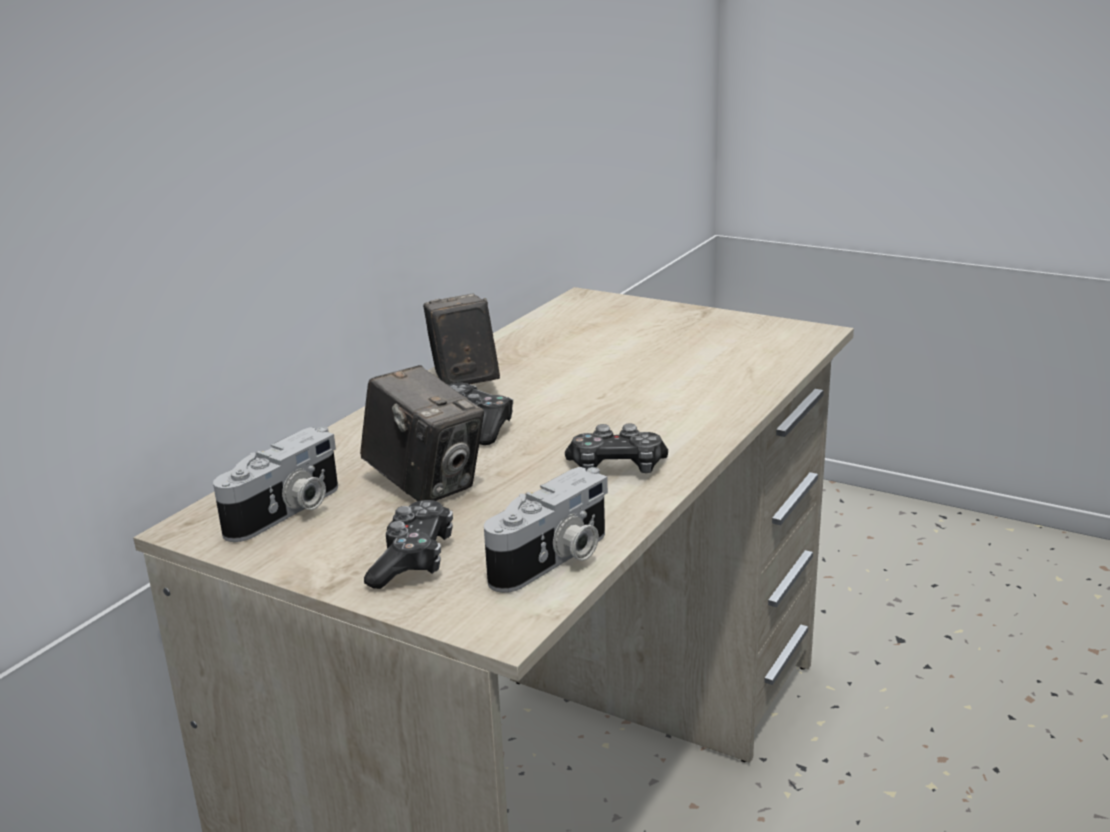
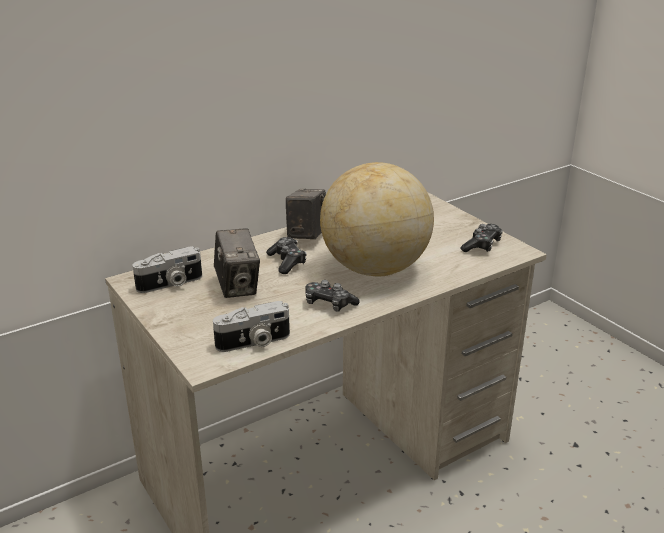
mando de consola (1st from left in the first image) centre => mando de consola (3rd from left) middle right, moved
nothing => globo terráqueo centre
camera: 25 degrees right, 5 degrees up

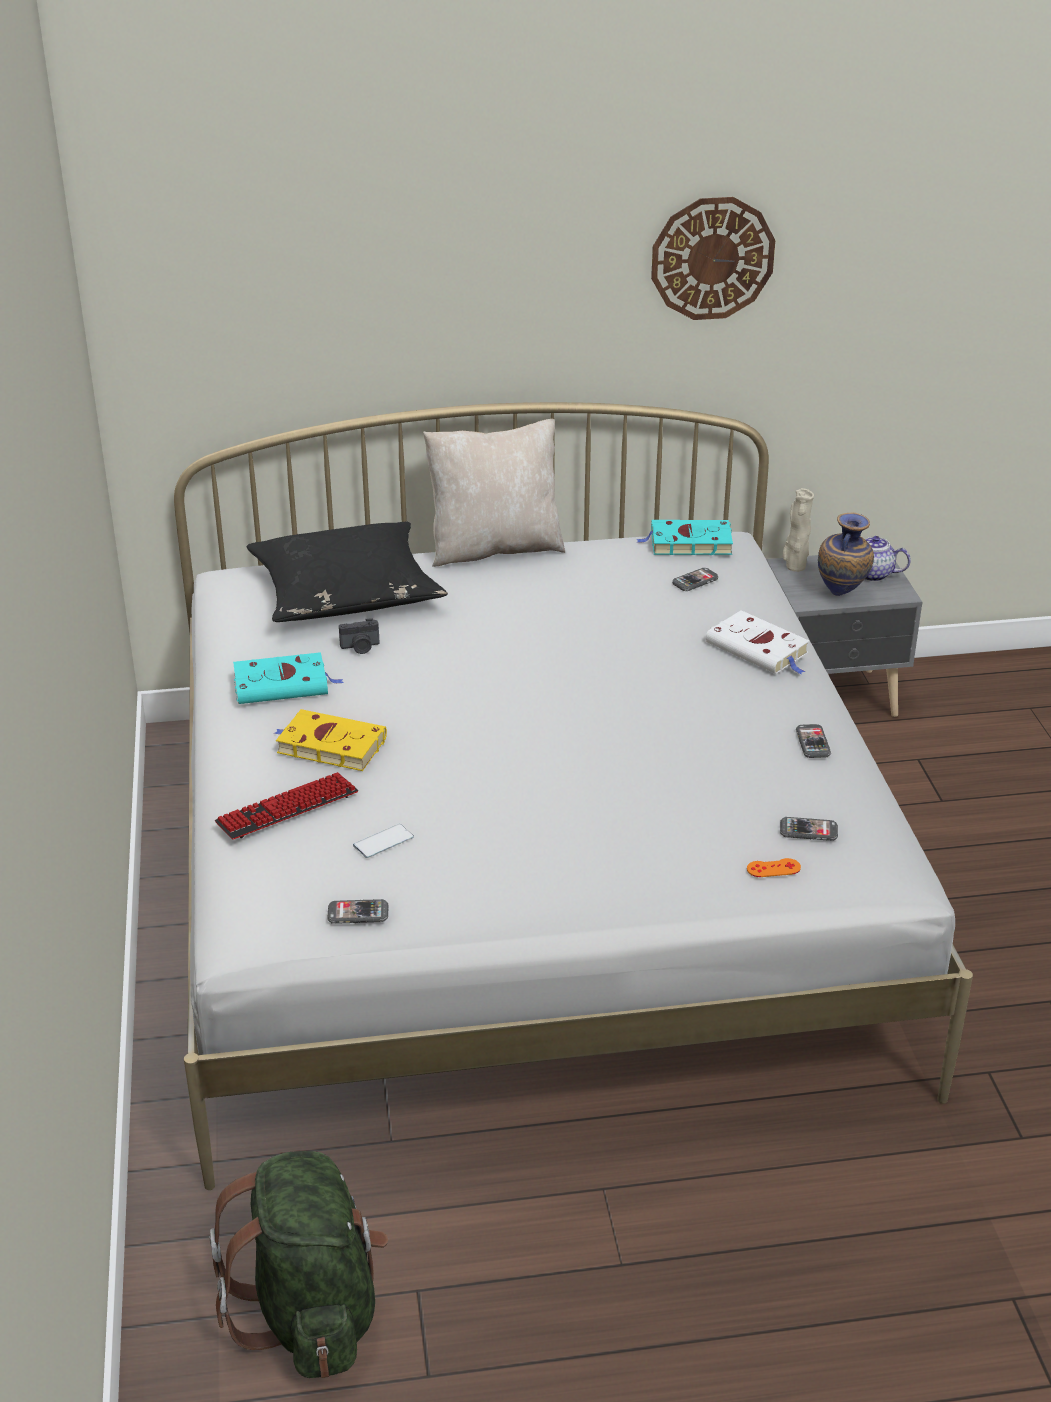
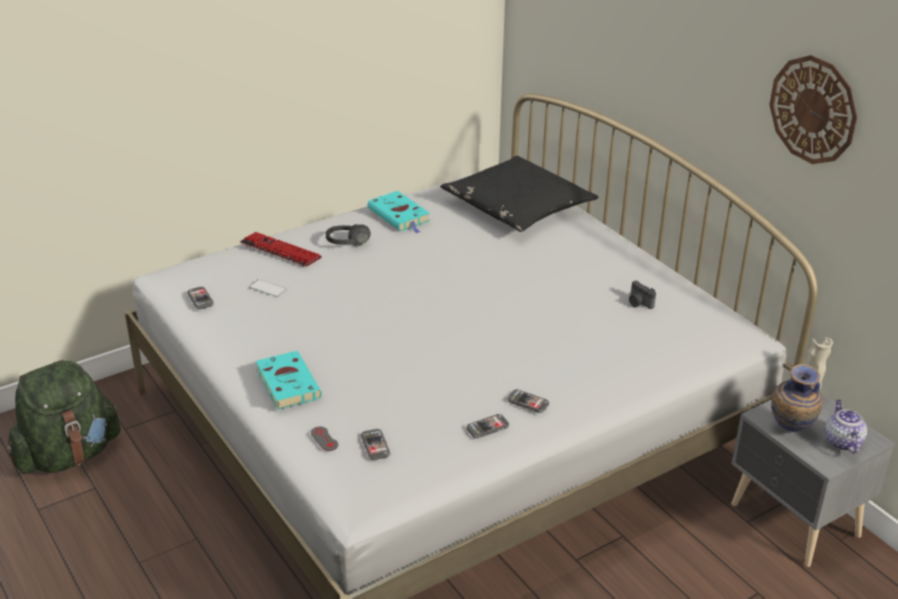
cojín (beis) centre => nothing
libro (turquesa) (2nd from left in the first image) centre => libro (turquesa) (1st from left) middle left, moved
móvil (3rd from left in the first image) centre => móvil (5th from left) bottom centre, moved
libro (blanco) middle right => nothing
cámara centre => cámara middle right, moved
libro (amarillo) middle left => auriculares (negro) centre
mando de consola (naranja) middle right => mando de consola (gris) bottom centre
camera: 65 degrees right, 0 degrees up

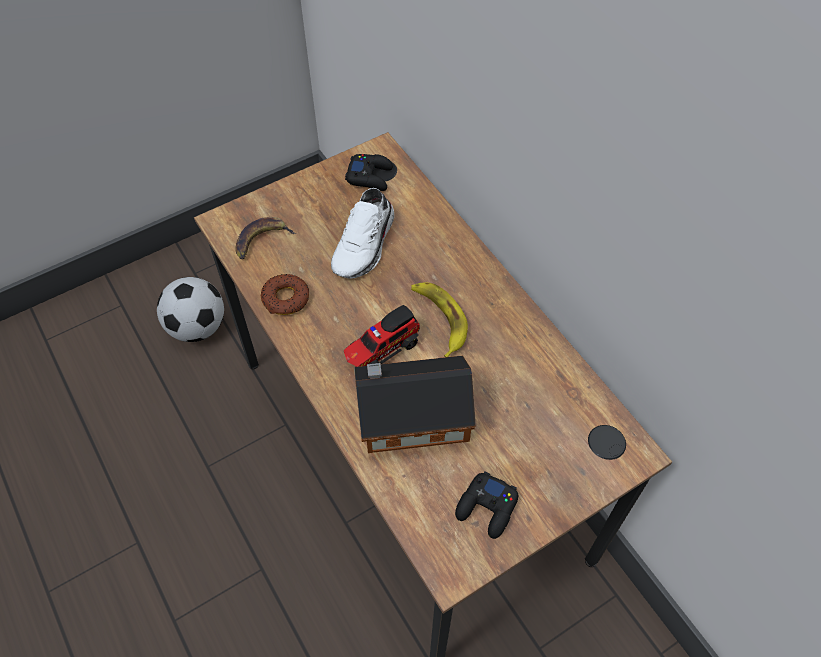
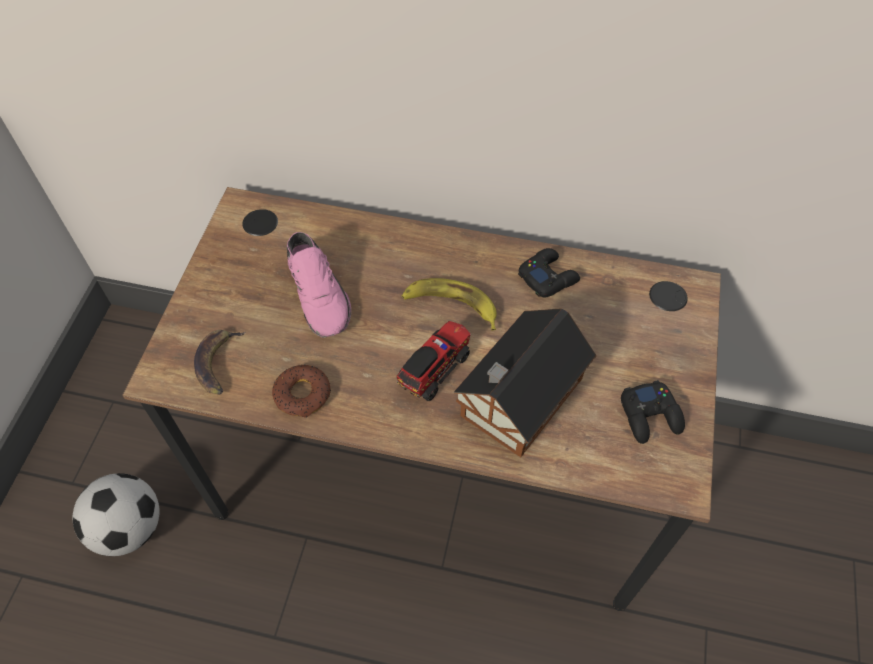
mando de consola (negro) (1st from left) top centre => mando de consola (negro) (1st from left) centre, moved
zapato (blanco) centre => zapato (rosa) centre
camión de juguete centre, 150 degrees counterclockwise
camera: 45 degrees left, 0 degrees up

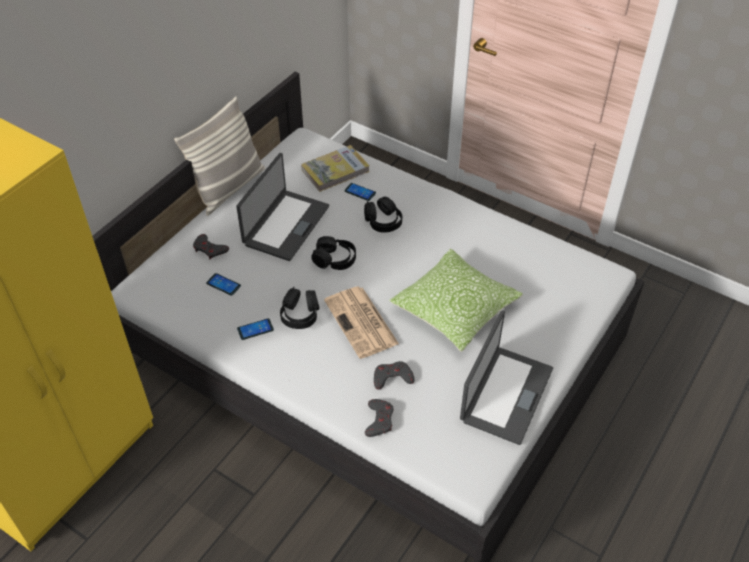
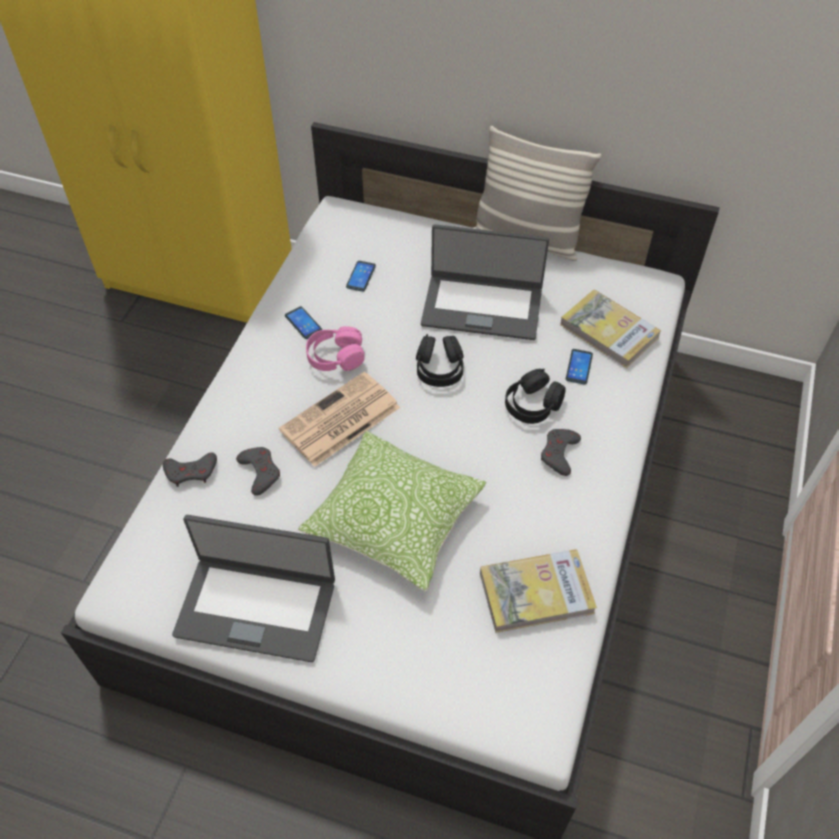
mando de consola (gris) (1st from left in the first image) middle left => mando de consola (gris) (3rd from left) middle right, moved
auriculares (negro) (1st from left) centre => auriculares (rosa) centre
nothing => libro (1st from left) bottom centre
camera: 75 degrees right, 5 degrees up

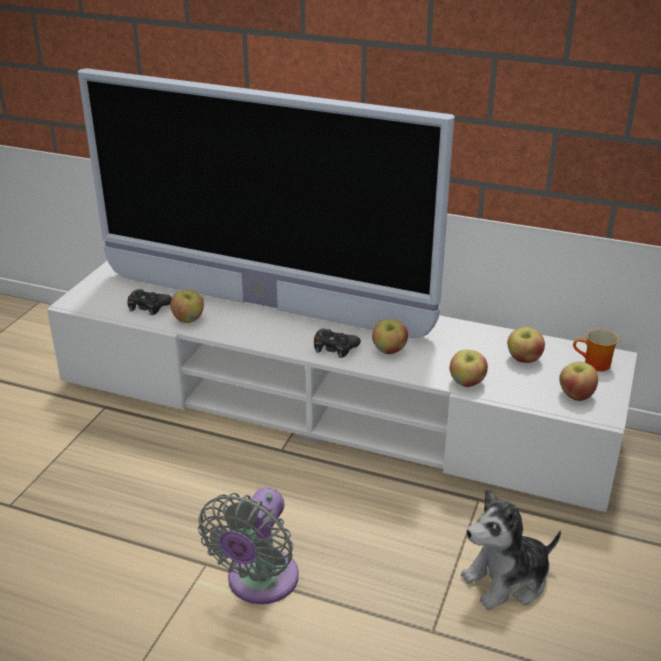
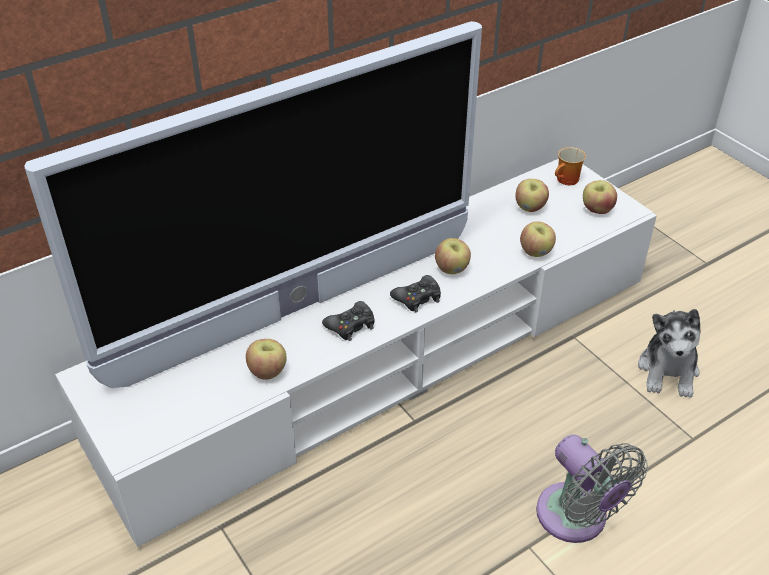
mando de consola (negro) (1st from left) middle left => mando de consola (negro) (1st from left) centre, moved
camera: 55 degrees left, 10 degrees up

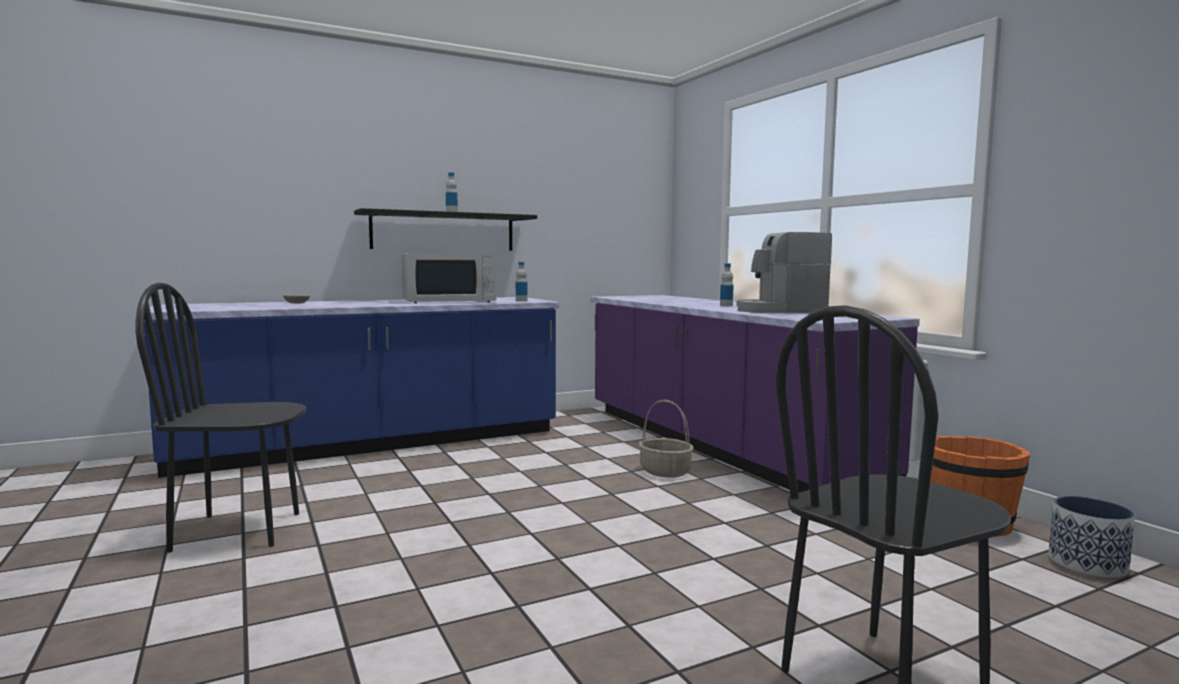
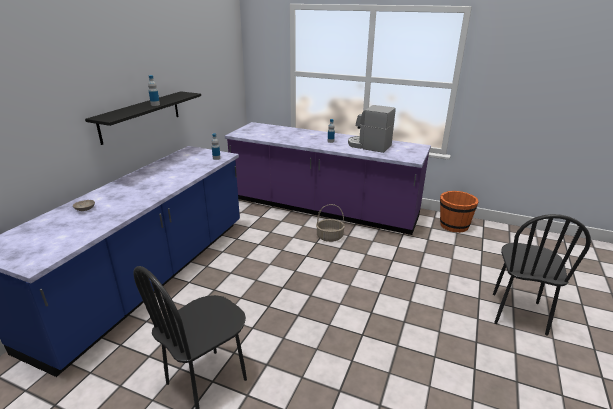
cafetera centre => cafetera top centre, 75 degrees clockwise
microondas (blanco) centre => nothing
maceta bottom right => nothing
camera: 40 degrees left, 20 degrees up

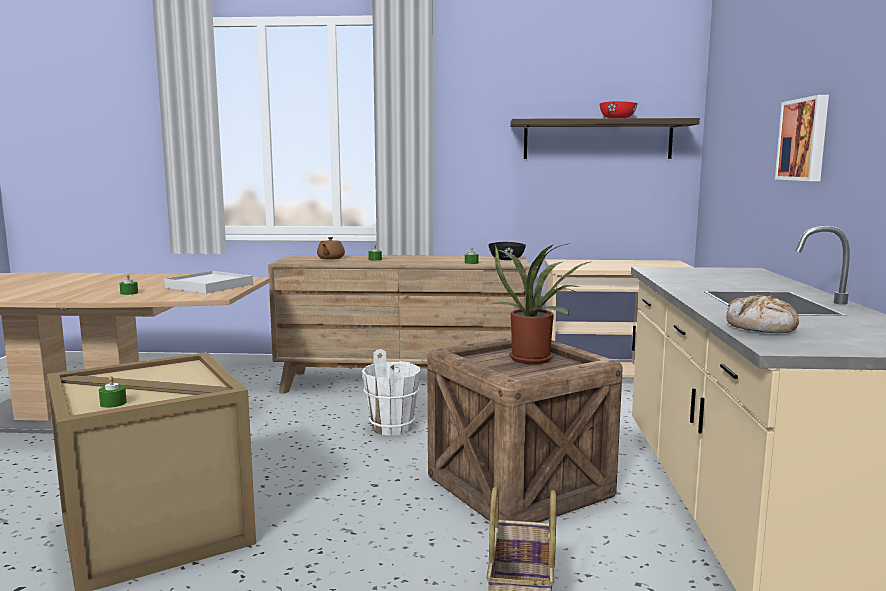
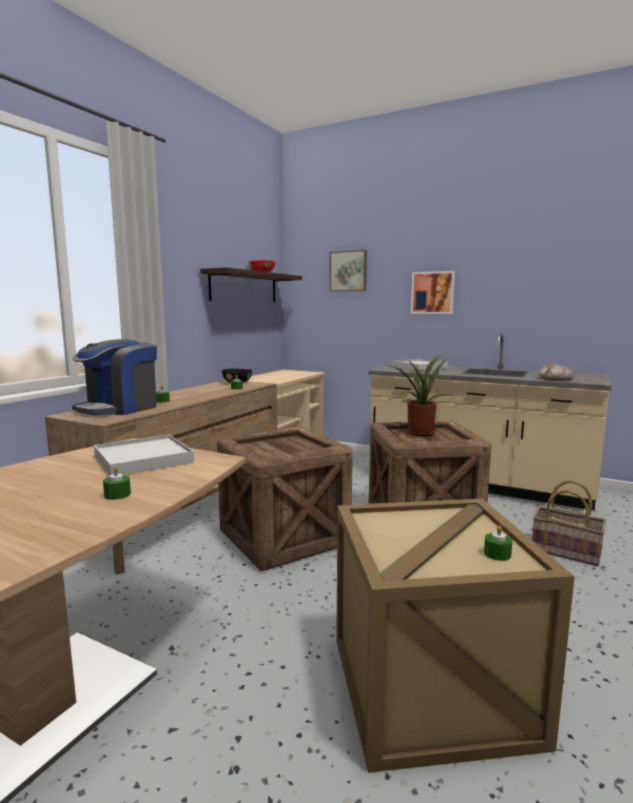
tetera (marrón) centre => cafetera middle left
cubo (blanco) centre => caja de embalaje (1st from left) centre
nothing => cuadro (1st from left) centre
nothing => bandeja (blanco) (2nd from left) centre
camera: 65 degrees left, 0 degrees up

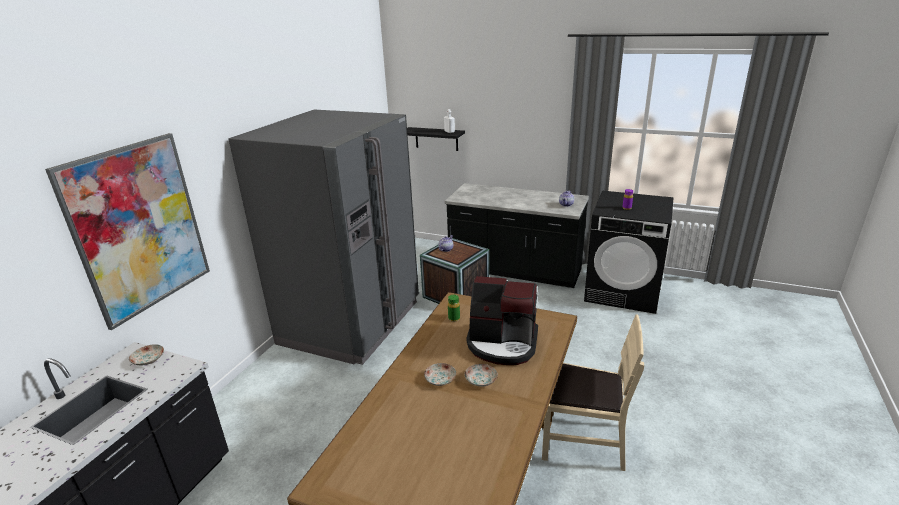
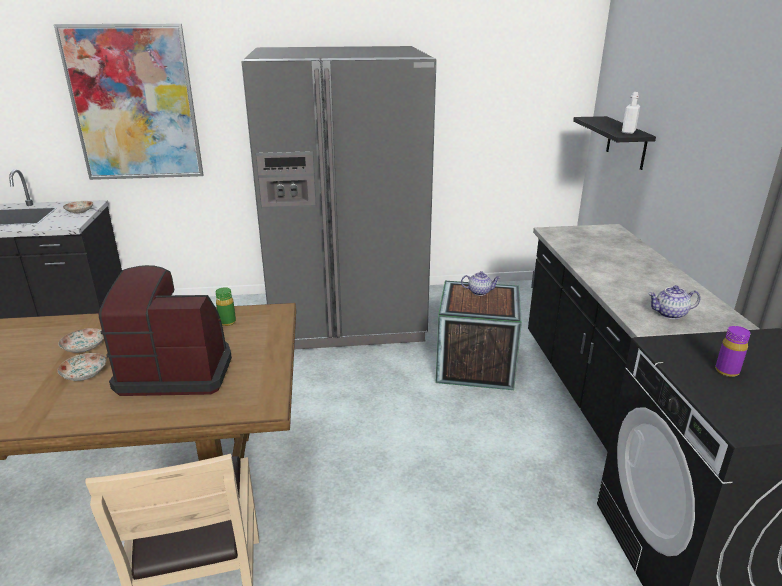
cafetera centre => cafetera middle left, 105 degrees clockwise
camera: 60 degrees right, 0 degrees up

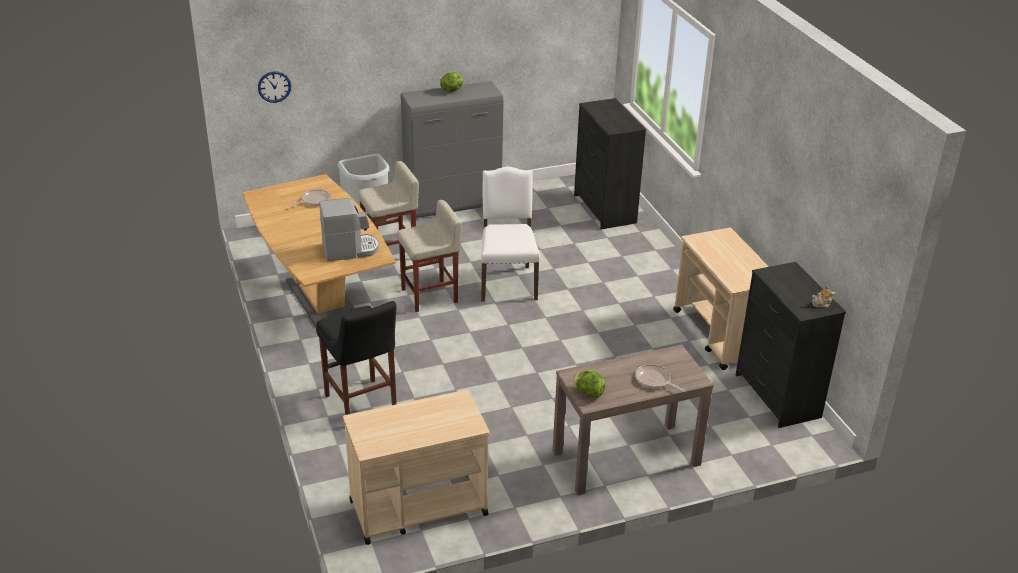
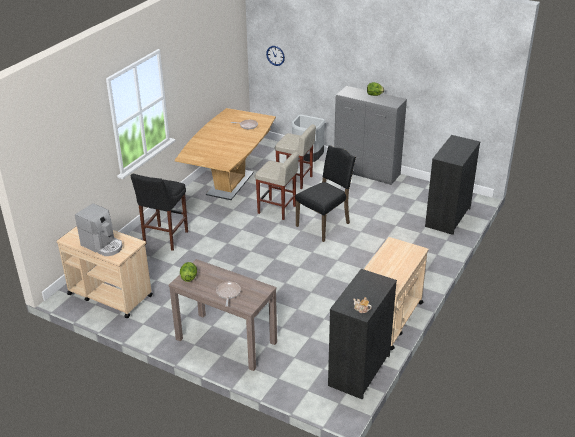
silla (blanco) centre => silla (negro) centre
cafetera centre => cafetera middle left, moved
camera: 50 degrees right, 0 degrees up

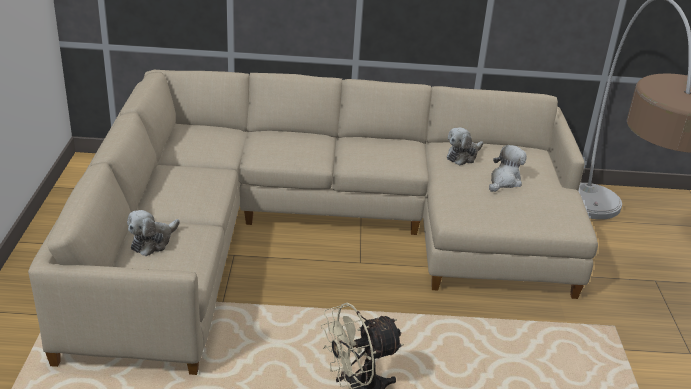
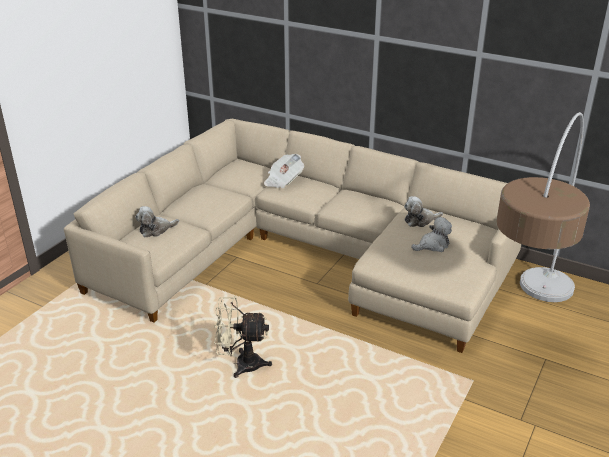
nothing => periódico centre
camera: 30 degrees right, 0 degrees up

